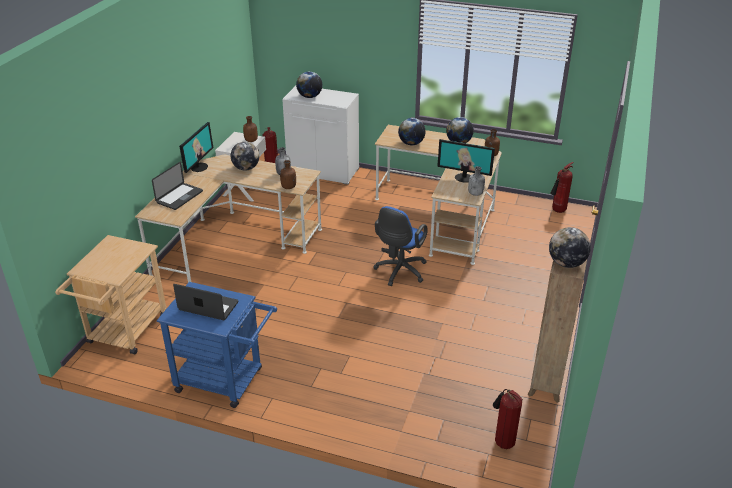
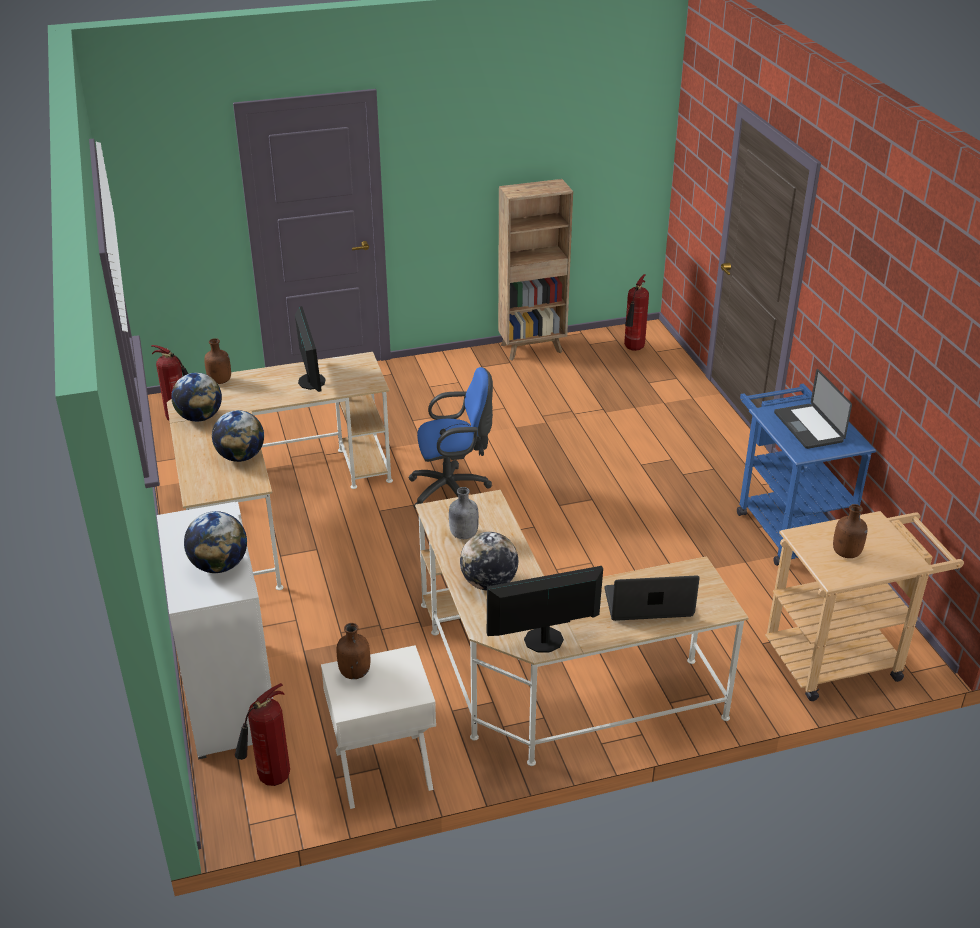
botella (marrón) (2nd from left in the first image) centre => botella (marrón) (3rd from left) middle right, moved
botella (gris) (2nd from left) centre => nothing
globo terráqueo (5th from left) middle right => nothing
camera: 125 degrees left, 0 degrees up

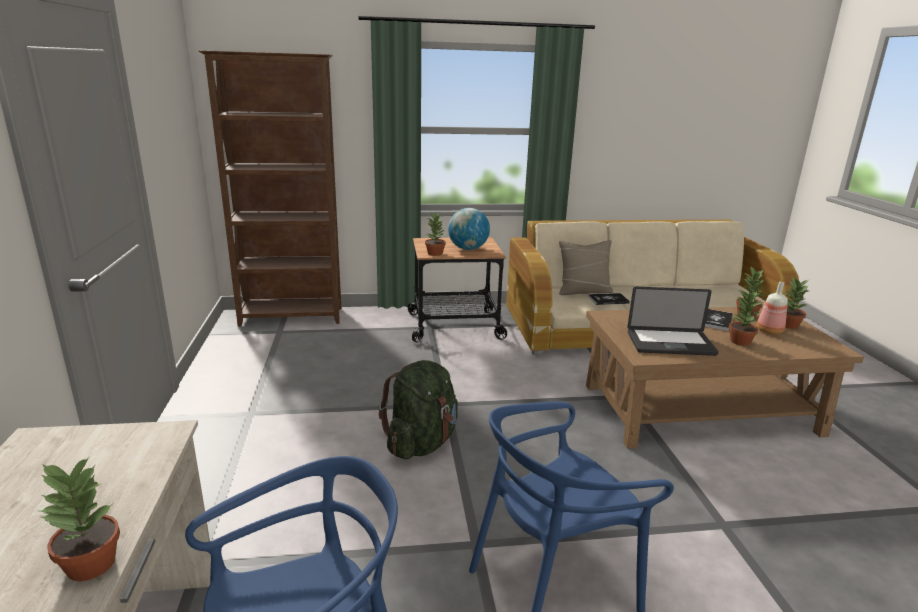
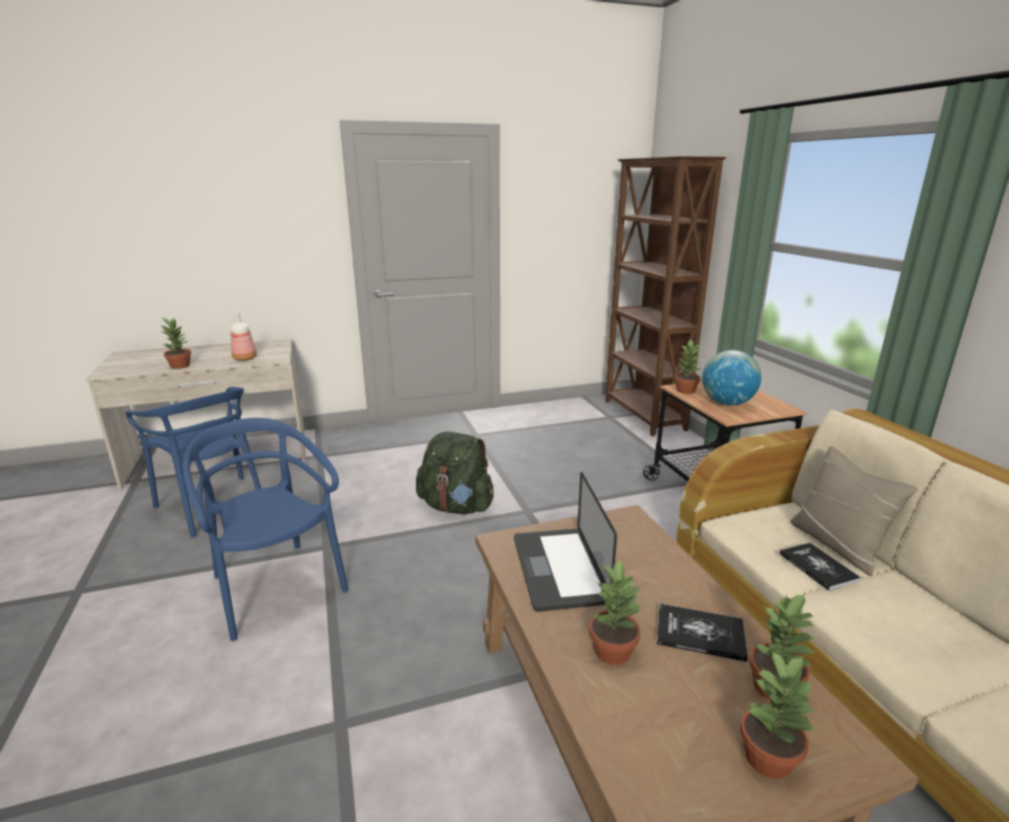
botella middle right => botella middle left, moved
camera: 80 degrees right, 0 degrees up

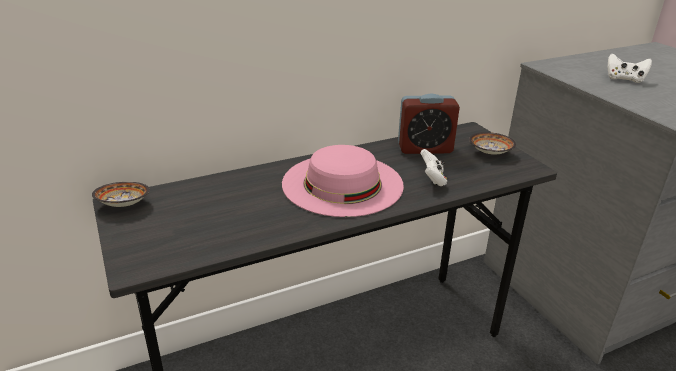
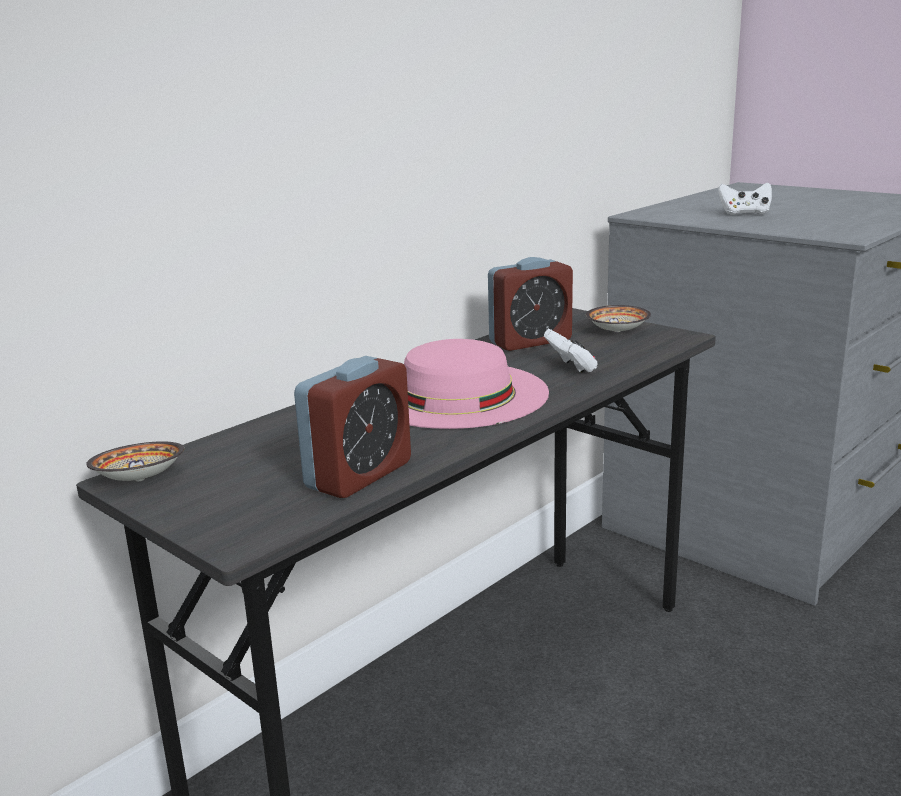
nothing => despertador (1st from left) centre
camera: 20 degrees left, 10 degrees down

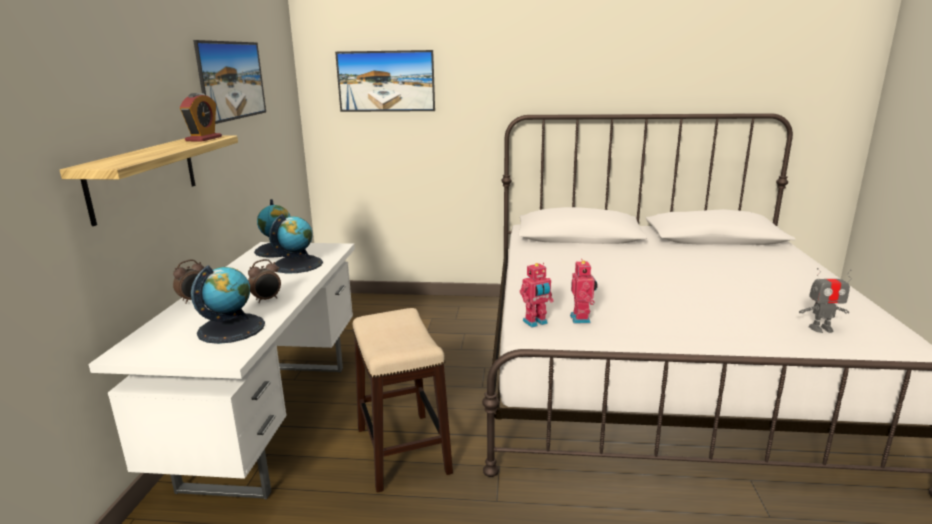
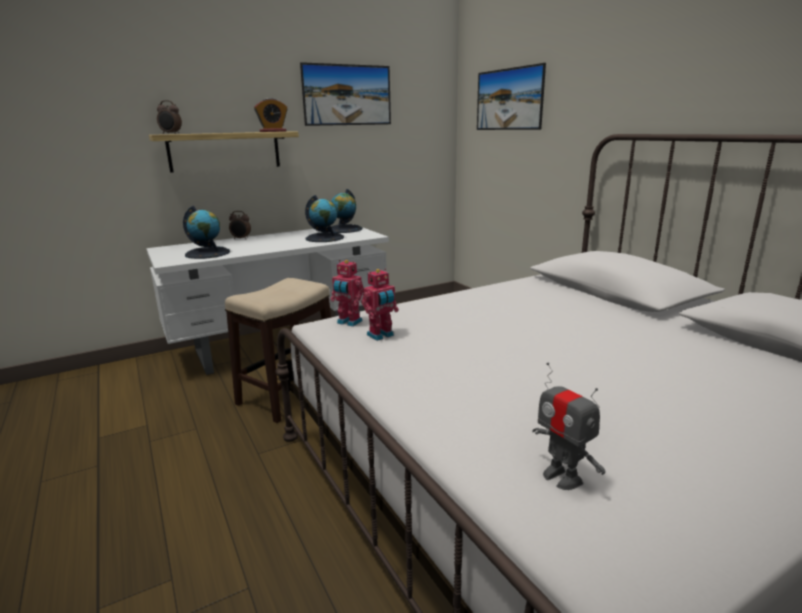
despertador (3rd from left in the first image) middle left => despertador (1st from left) top left, moved
camera: 55 degrees right, 0 degrees up

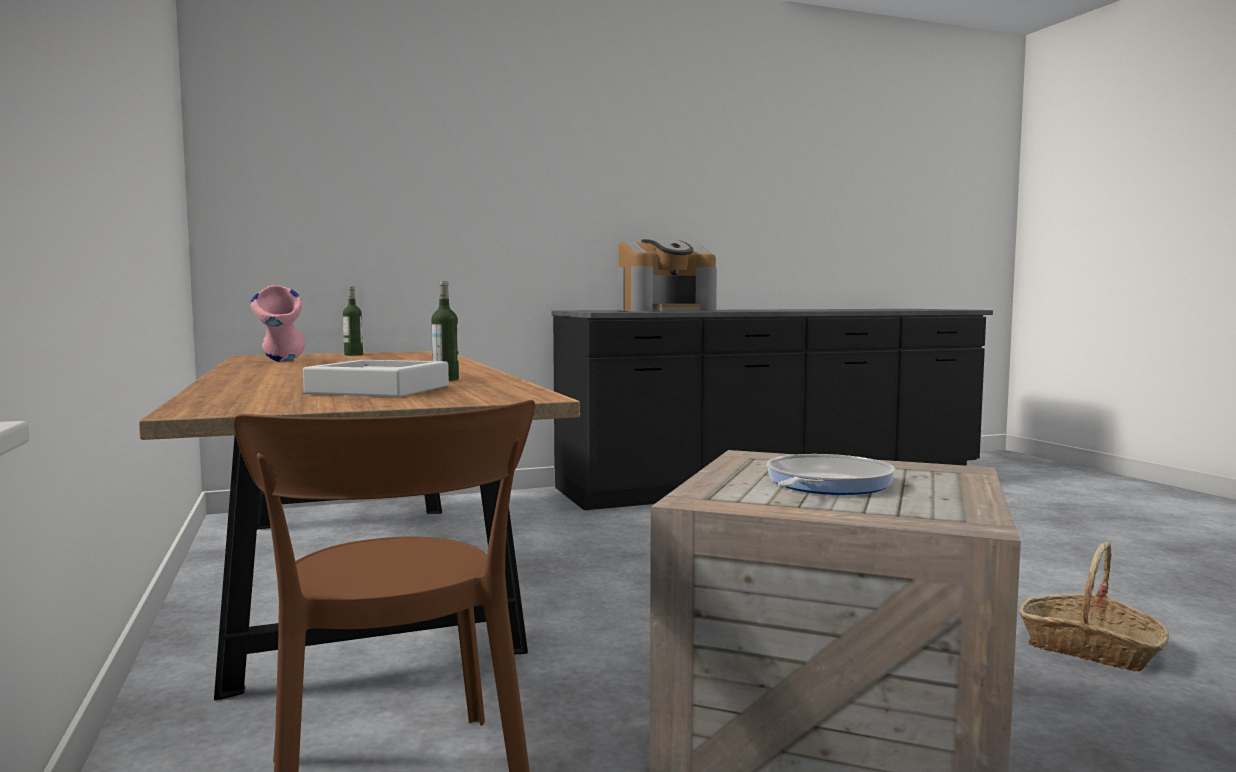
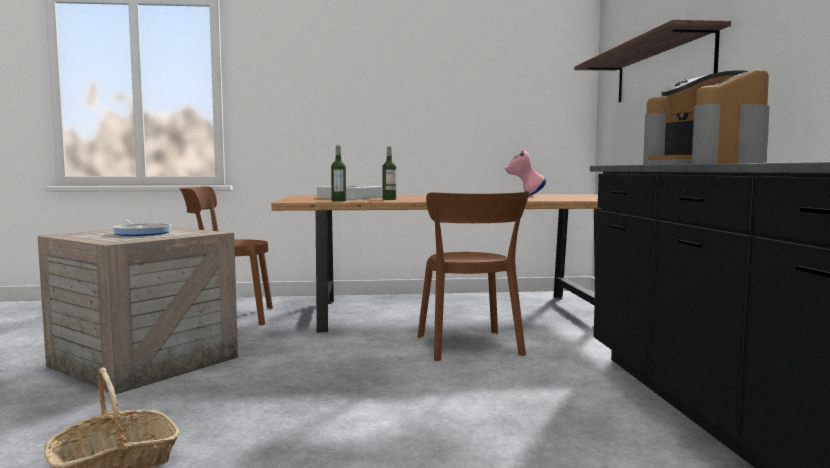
botella (1st from left) middle left => botella (1st from left) centre, moved
nothing => estante top right
nothing => silla (marrón) (2nd from left) centre
camera: 105 degrees right, 0 degrees up

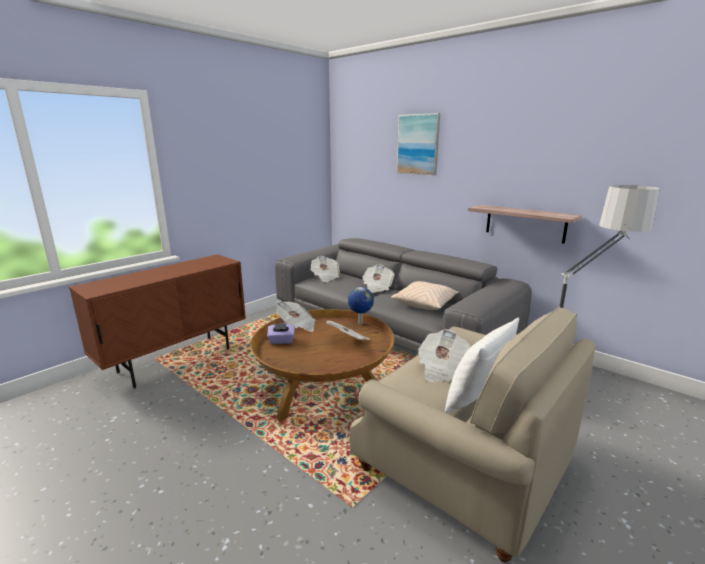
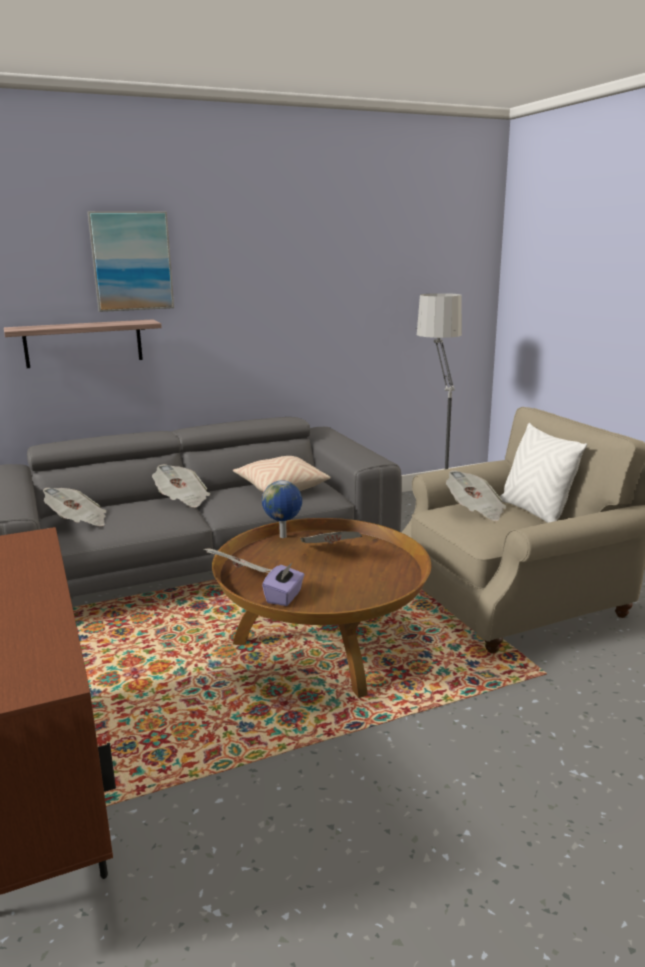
estante middle right => estante middle left, moved
camera: 65 degrees left, 0 degrees up

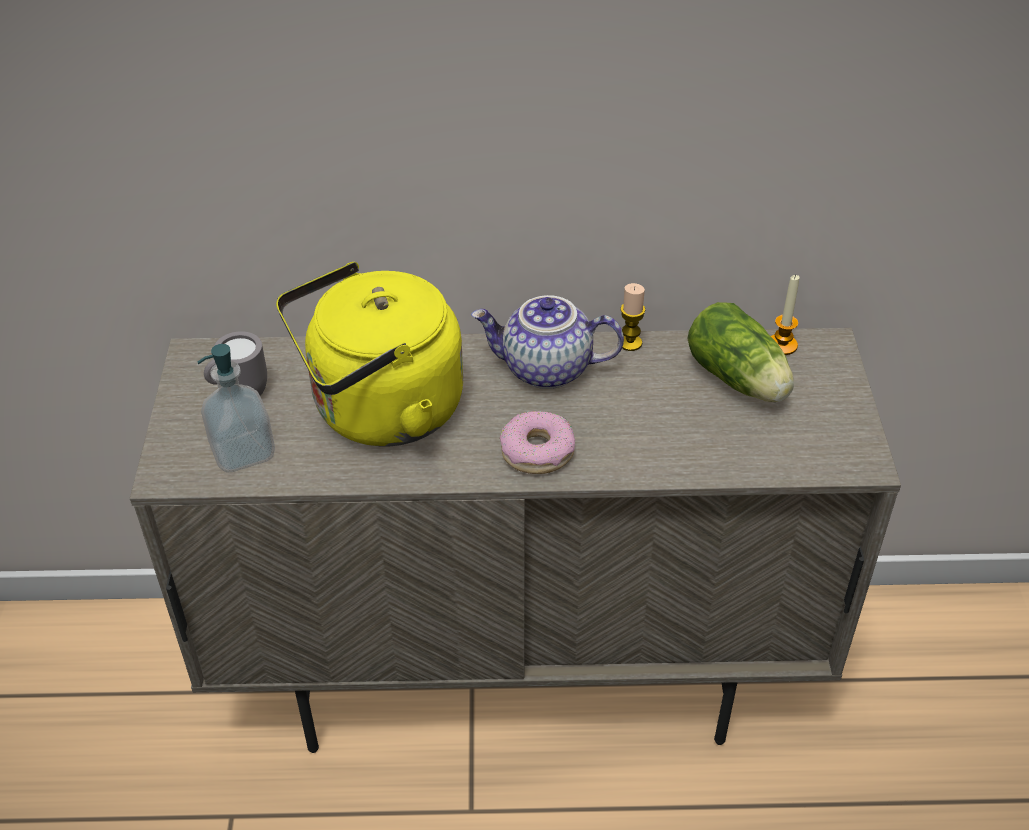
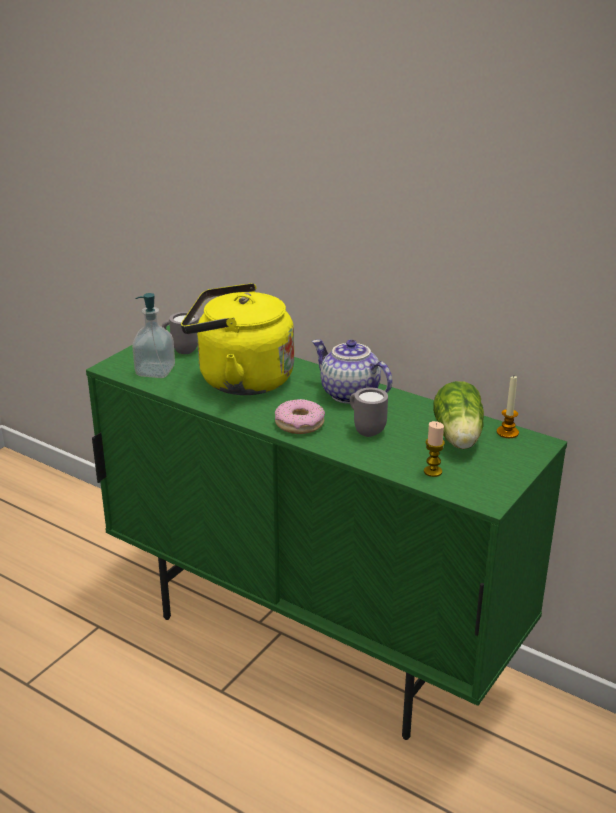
vela (1st from left) centre => vela (1st from left) middle right, moved
armario (beis) centre => armario (verde) centre
nothing => taza grande (gris) (2nd from left) centre
camera: 35 degrees right, 15 degrees down

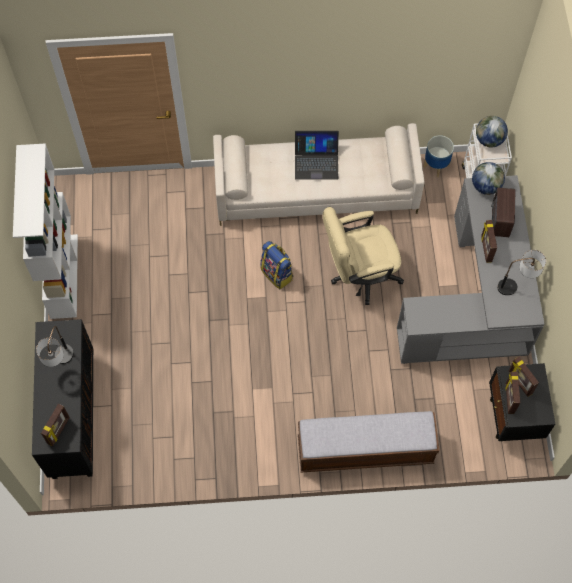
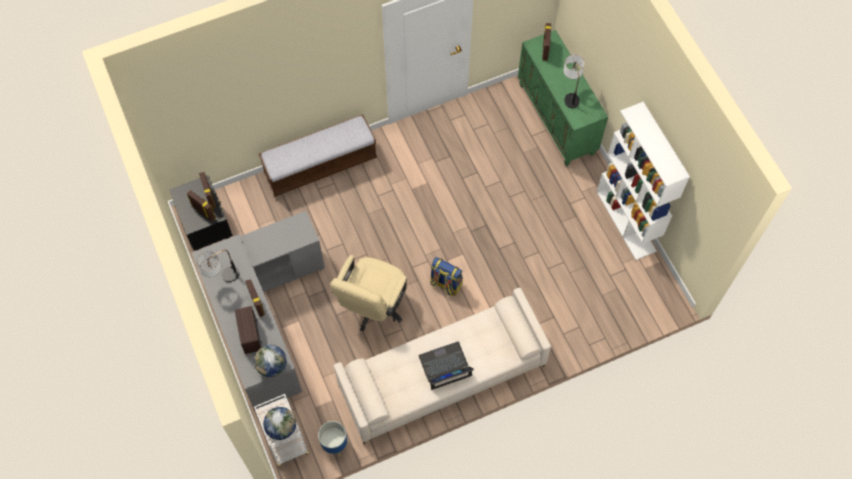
silla de oficina (beis) centre, 150 degrees clockwise
armario (negro) bottom left => armario (verde) top centre
camera: 160 degrees right, 0 degrees up

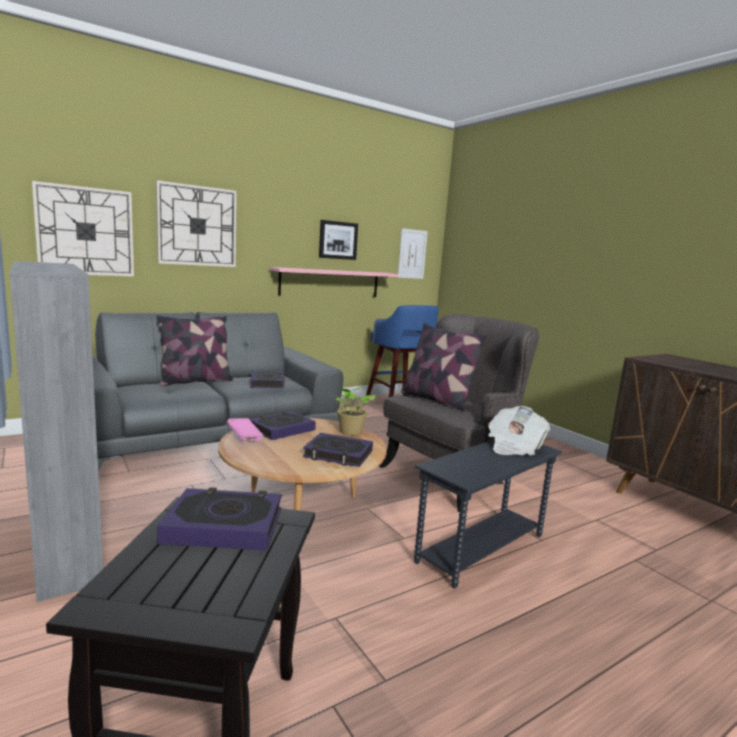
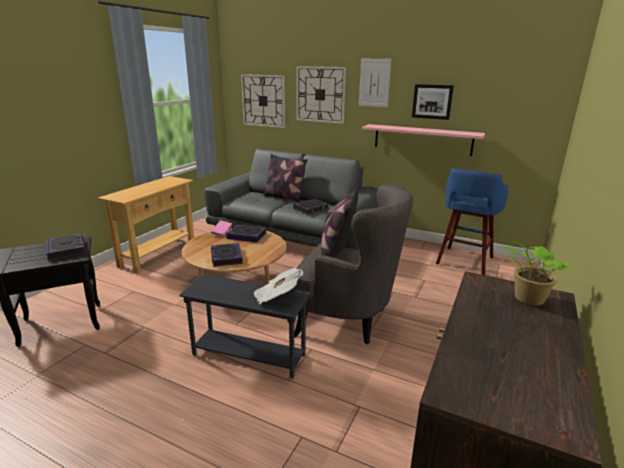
cuadro (2nd from left in the first image) centre => cuadro (1st from left) top centre, moved
armario (gris) middle left => mesa consola (beis) middle left
planta en maceta centre => planta en maceta middle right, moved
camera: 60 degrees right, 10 degrees up

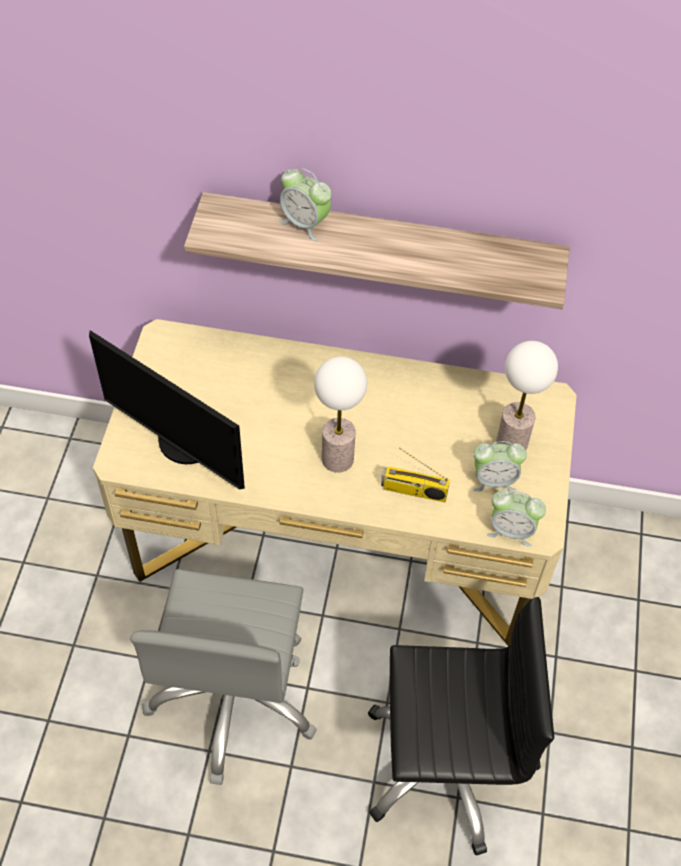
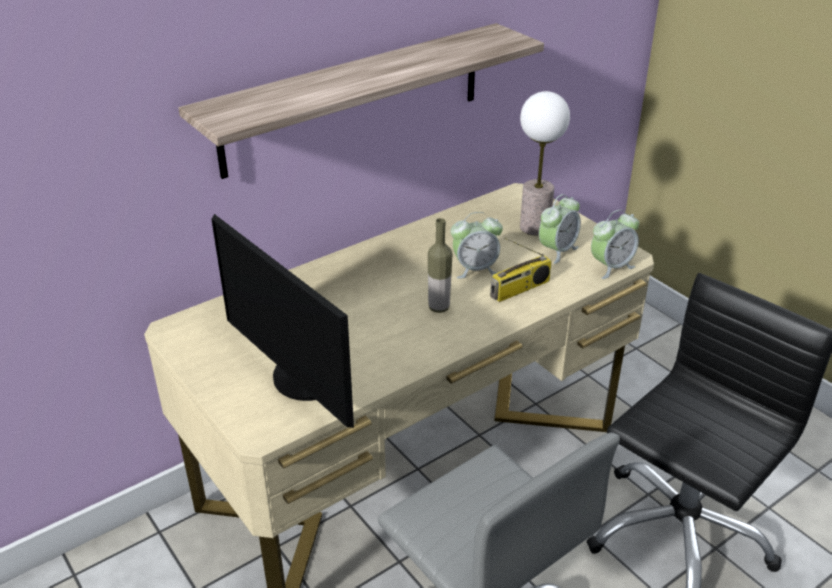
despertador (1st from left) top centre => despertador (1st from left) centre, moved
monitor middle left => monitor centre, 60 degrees clockwise
lámpara de mesa (1st from left) centre => botella centre
camera: 45 degrees left, 20 degrees down

